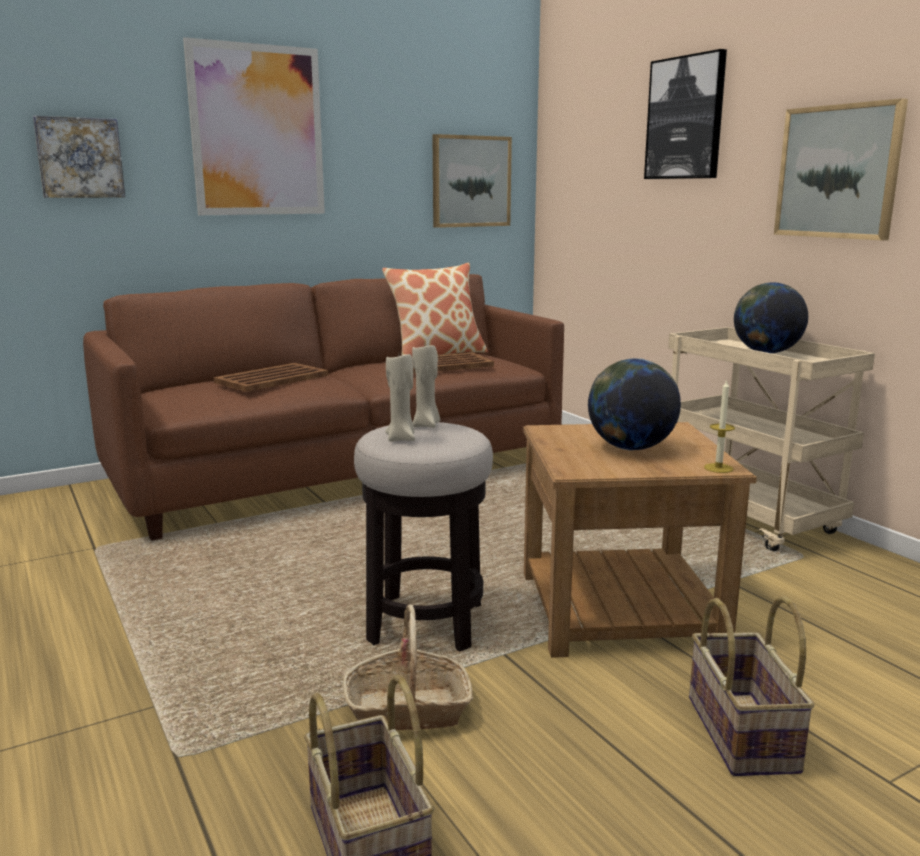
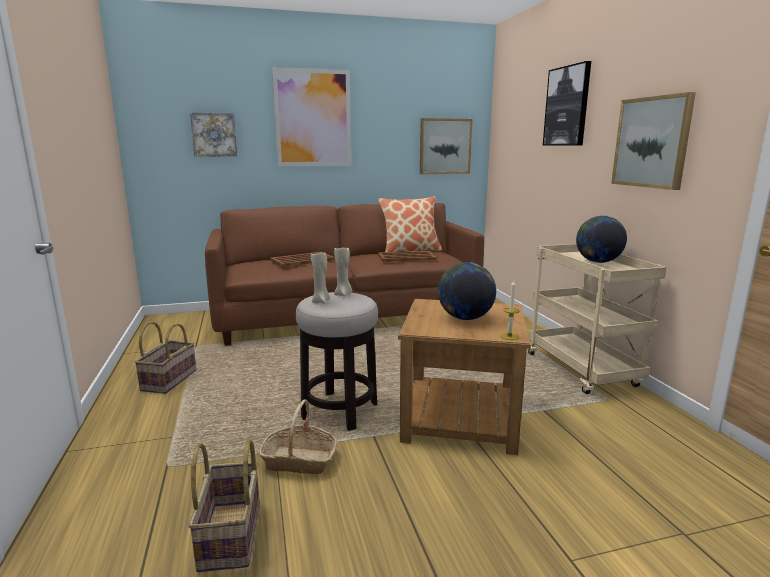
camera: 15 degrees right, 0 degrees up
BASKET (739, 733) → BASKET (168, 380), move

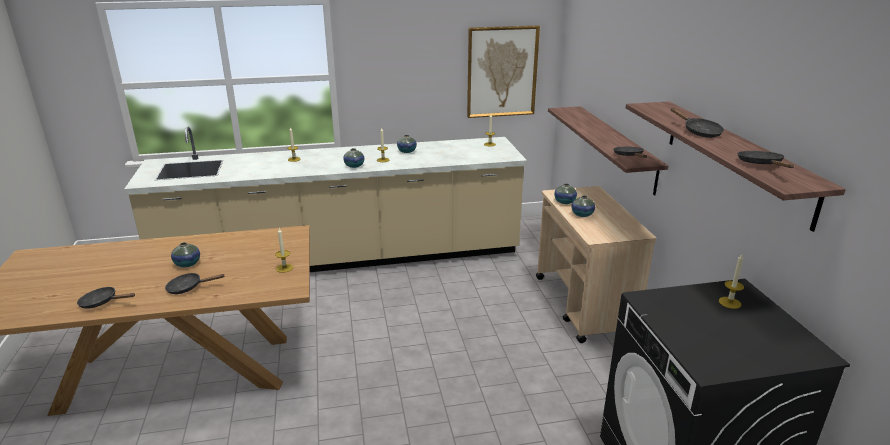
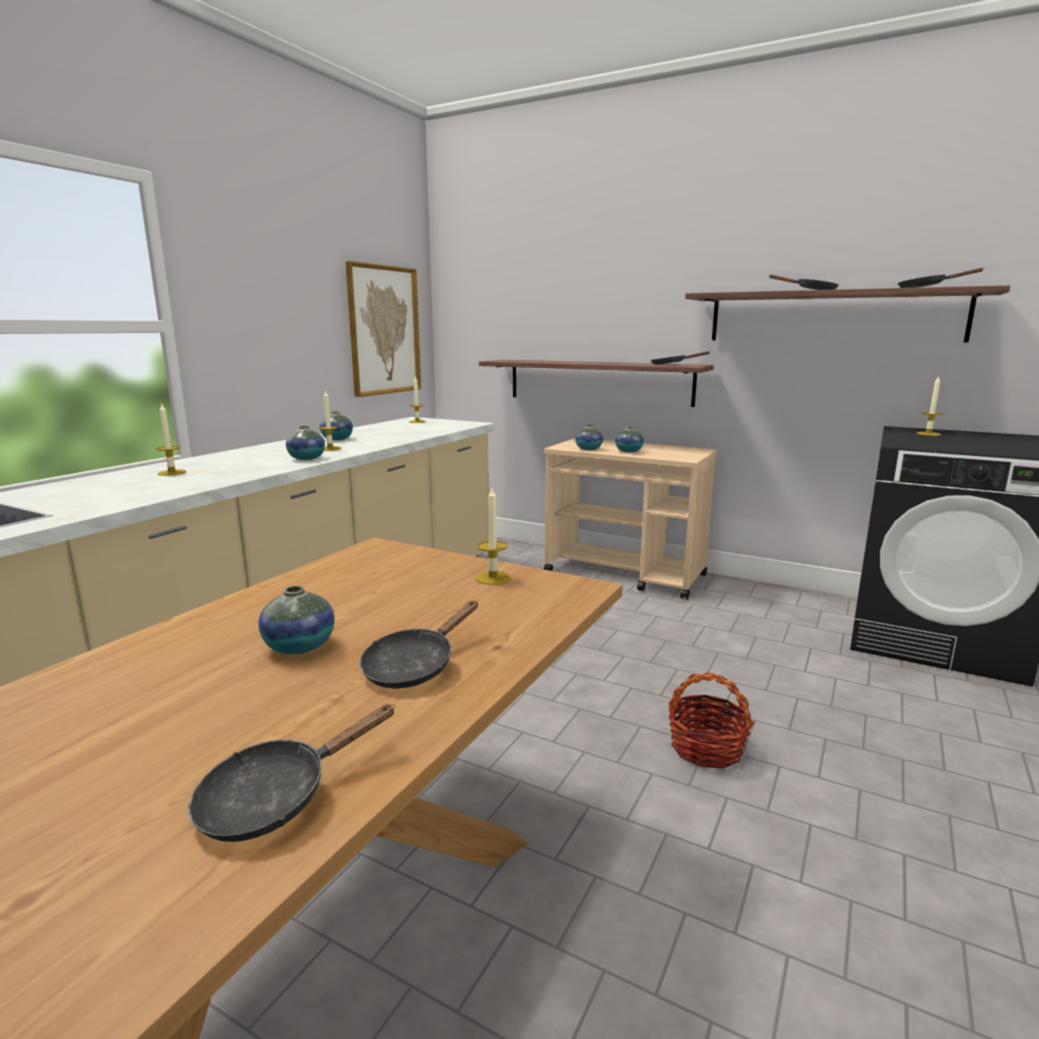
camera: 50 degrees left, 10 degrees down
- → BASKET (706, 748)

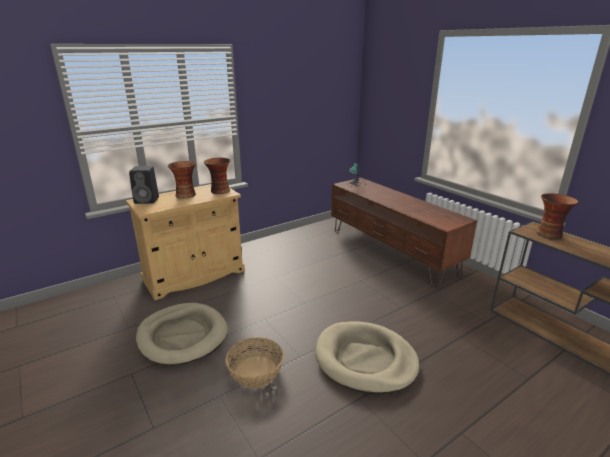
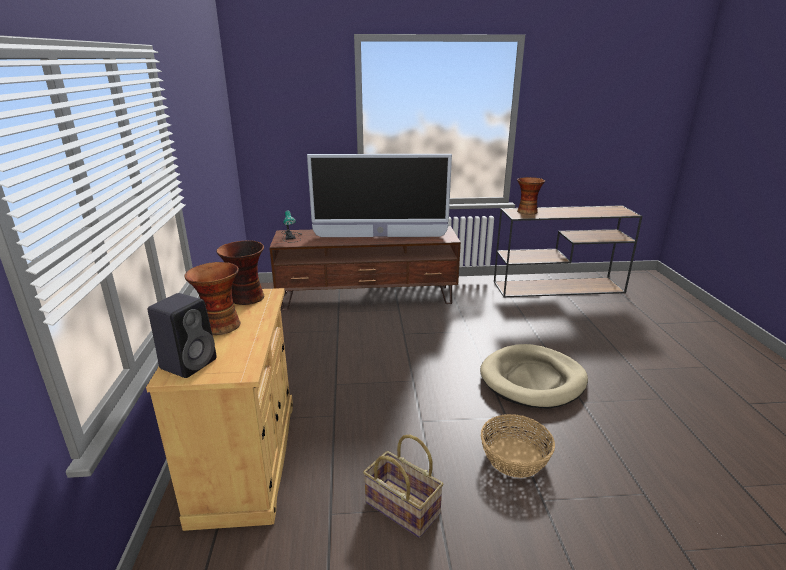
camera: 60 degrees left, 0 degrees up
- → TV SET (380, 236)
BEIGE-COLOURED DOG BED (182, 336) → BASKET (401, 508)

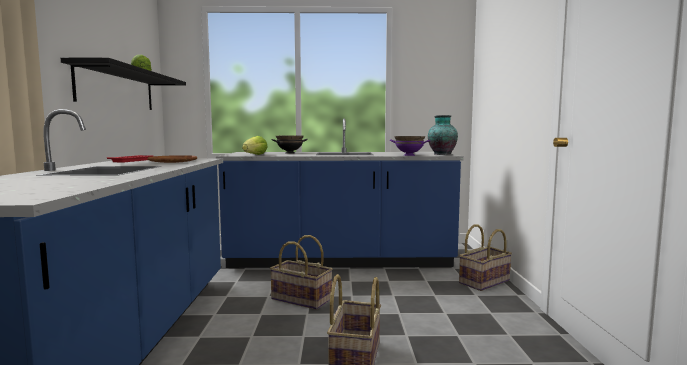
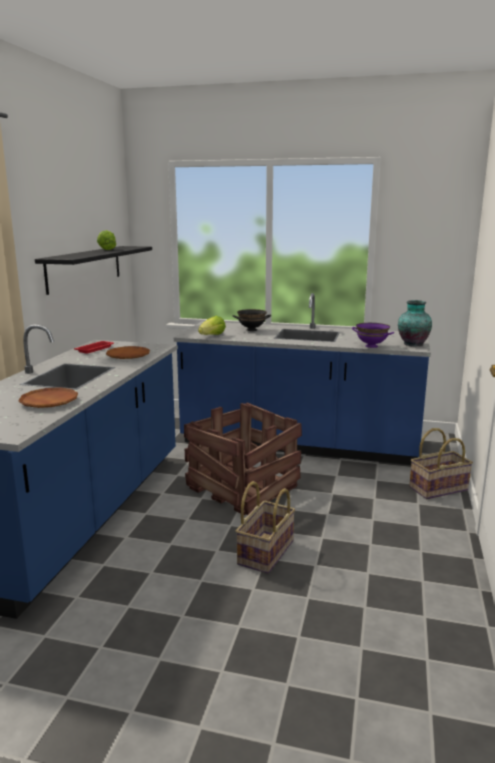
camera: 15 degrees right, 10 degrees up
- → BROWN PLATE (49, 402)
BASKET (300, 299) → PACKING CRATE (242, 487)

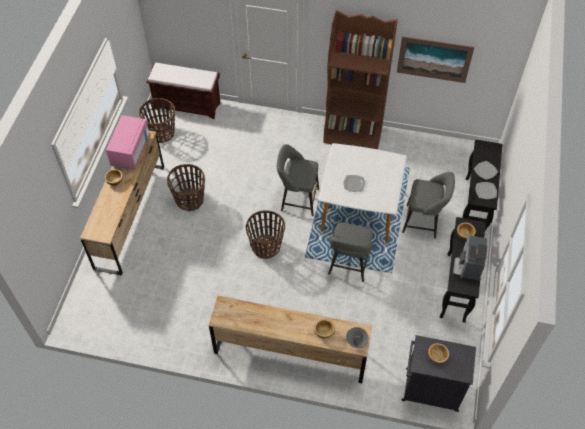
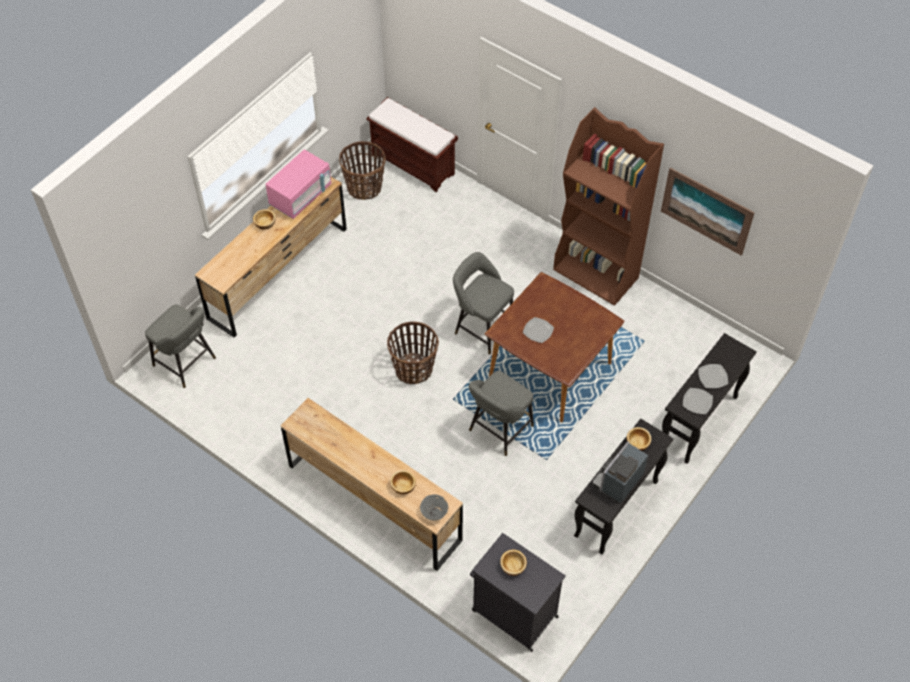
camera: 25 degrees right, 0 degrees up
BASKET (190, 200) → -
GREYISH STOOL (423, 222) → GREYISH STOOL (187, 363), move
WHITE-COLOURED DINNER TABLE (359, 210) → BROWN DINNER TABLE (549, 369)

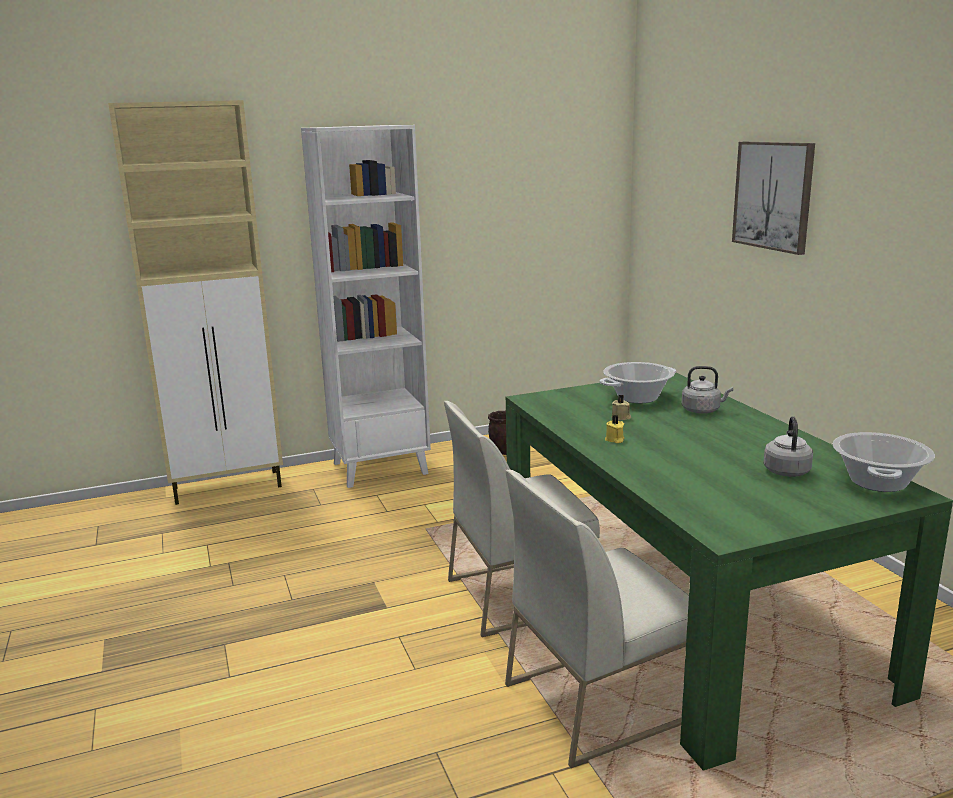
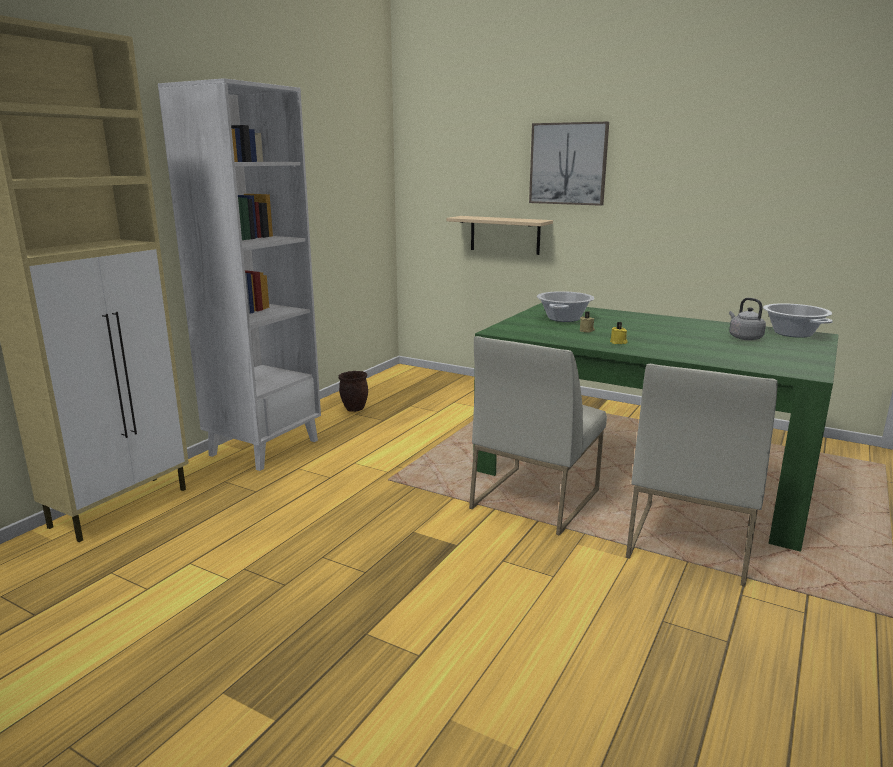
camera: 40 degrees left, 0 degrees up
GREYISH KETTLE (703, 410) → -
- → BEIGE-COLOURED SHELF (505, 235)

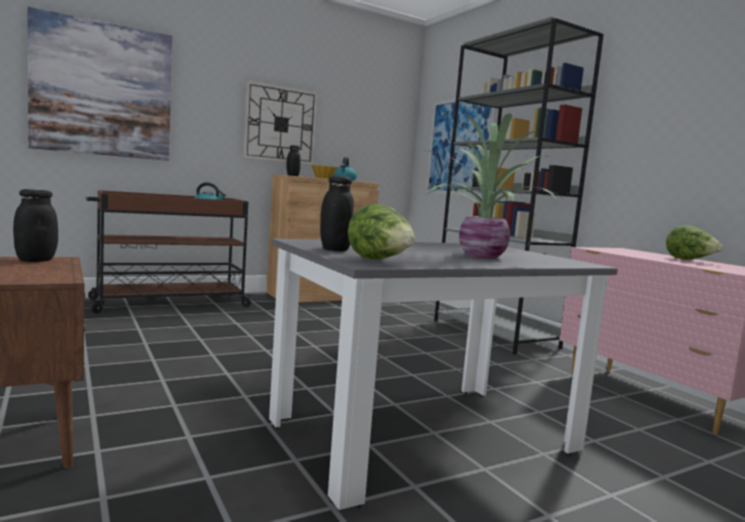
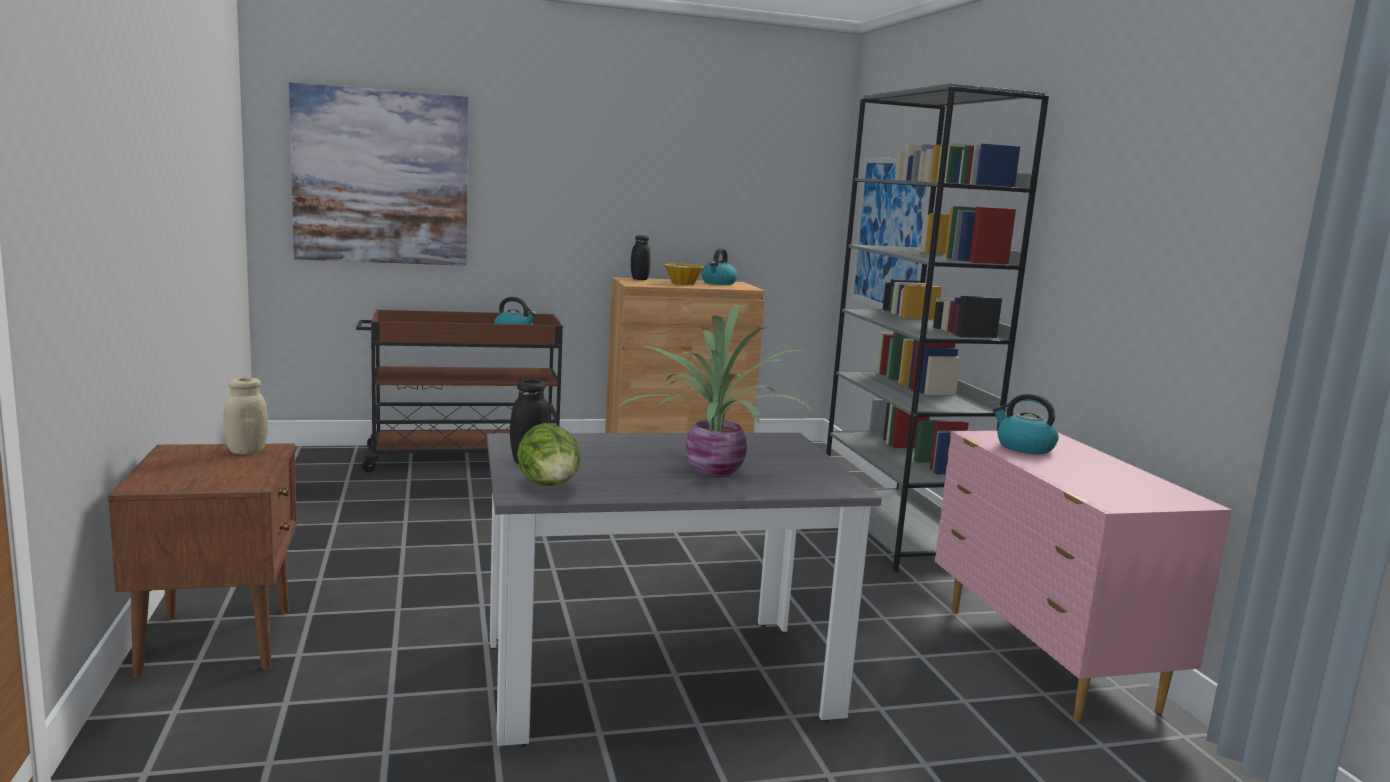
camera: 15 degrees right, 5 degrees up
HANGING CLOCK (280, 124) → -
HEAD OF LETTUCE (689, 260) → -
- → KETTLE (1024, 447)
BLACK-COLOURED PRESERVE JAR (36, 260) → BEIGE-COLOURED PRESERVE JAR (247, 451)

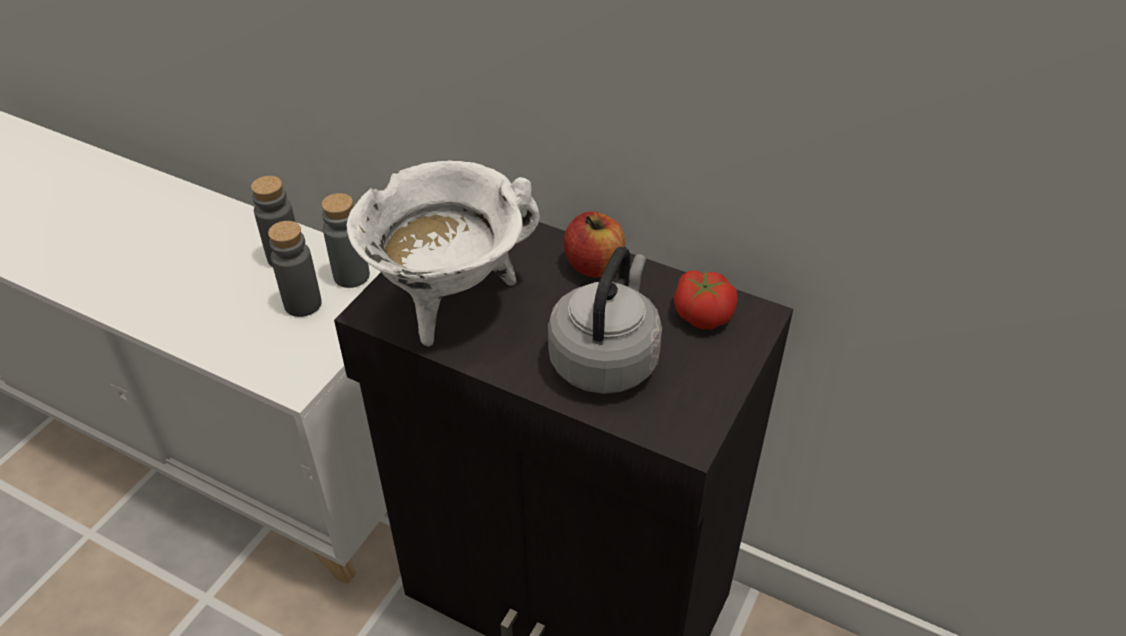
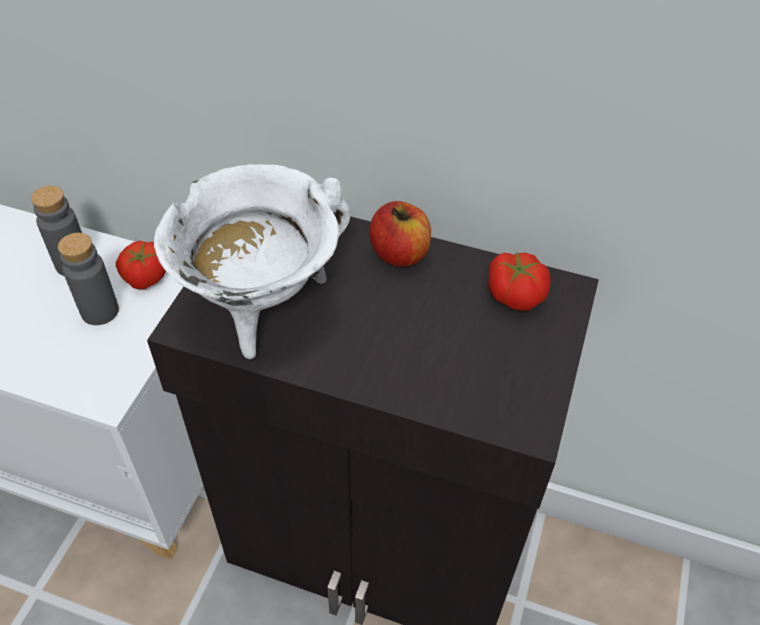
camera: 10 degrees left, 5 degrees up
GREYISH KETTLE (606, 358) → -
GREYISH BOTTLE (351, 276) → FRESH TOMATO (144, 276)

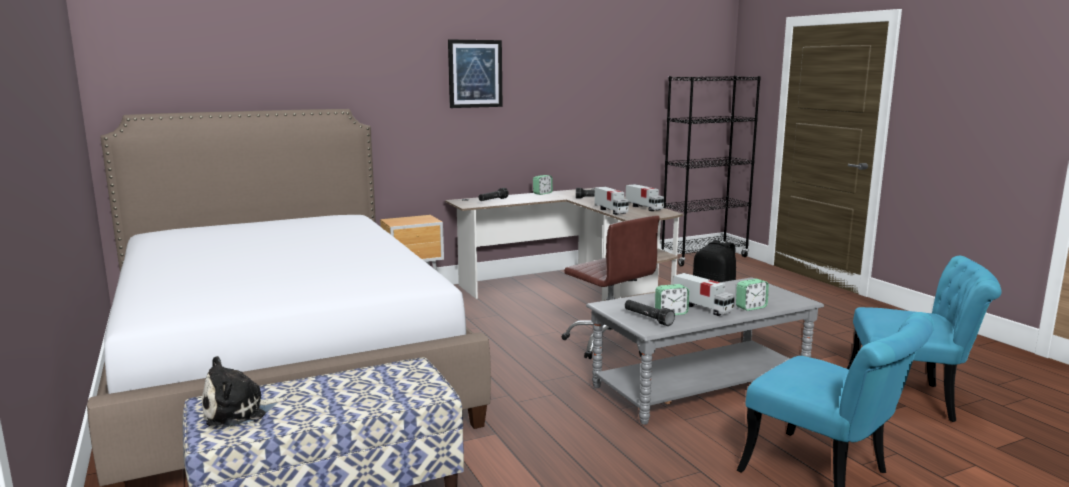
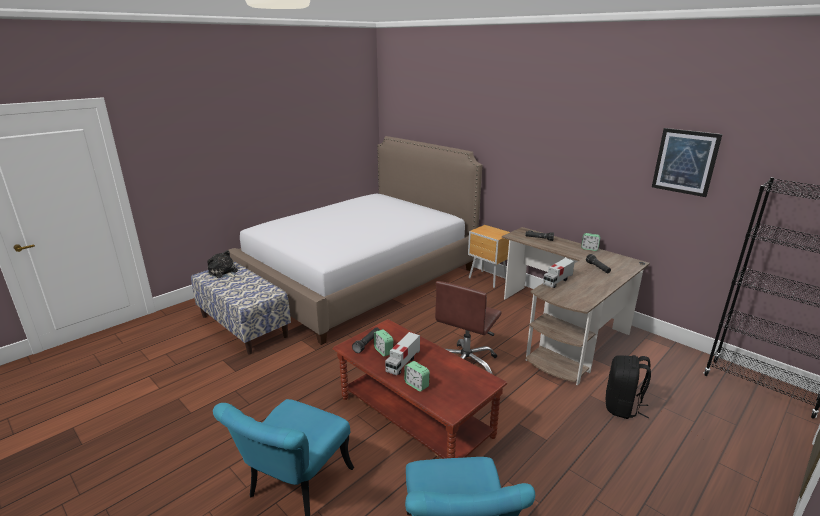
camera: 70 degrees right, 10 degrees up
MODEL TRUCK (644, 207) → -
PICTURE (475, 73) → PICTURE (685, 161), move
GREYISH LOUNGE TABLE (701, 385) → BROWN LOUNGE TABLE (415, 417)

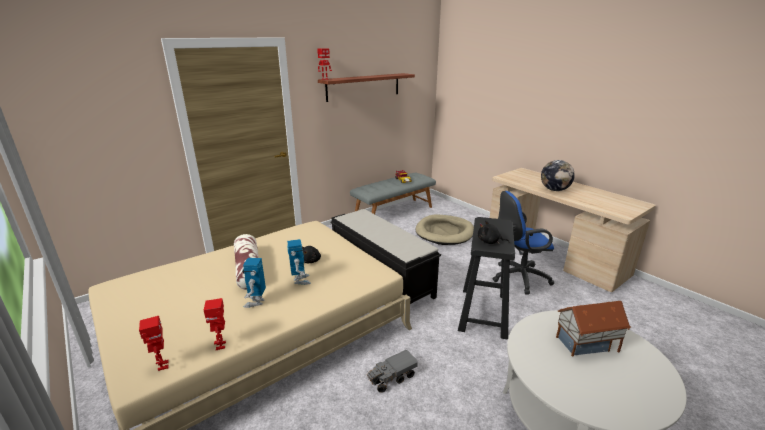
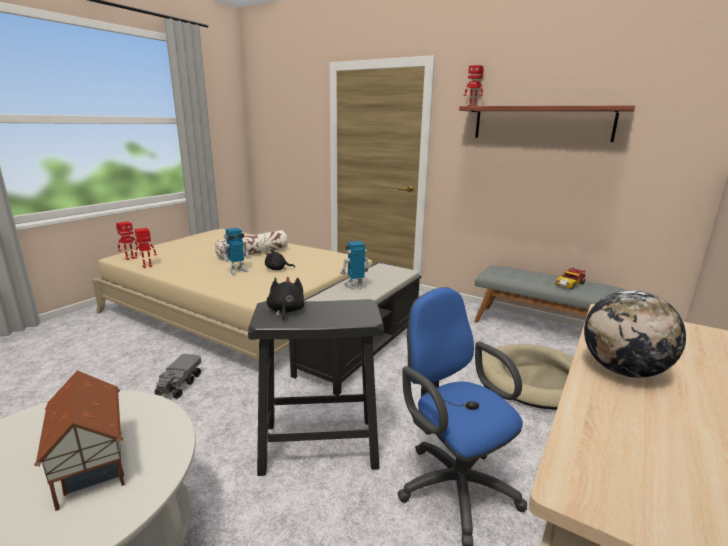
camera: 70 degrees right, 5 degrees down
TOY ROBOT (256, 302) → TOY ROBOT (355, 286), move
MODEL TRUCK (391, 378) → MODEL TRUCK (179, 385), 120 degrees counterclockwise

